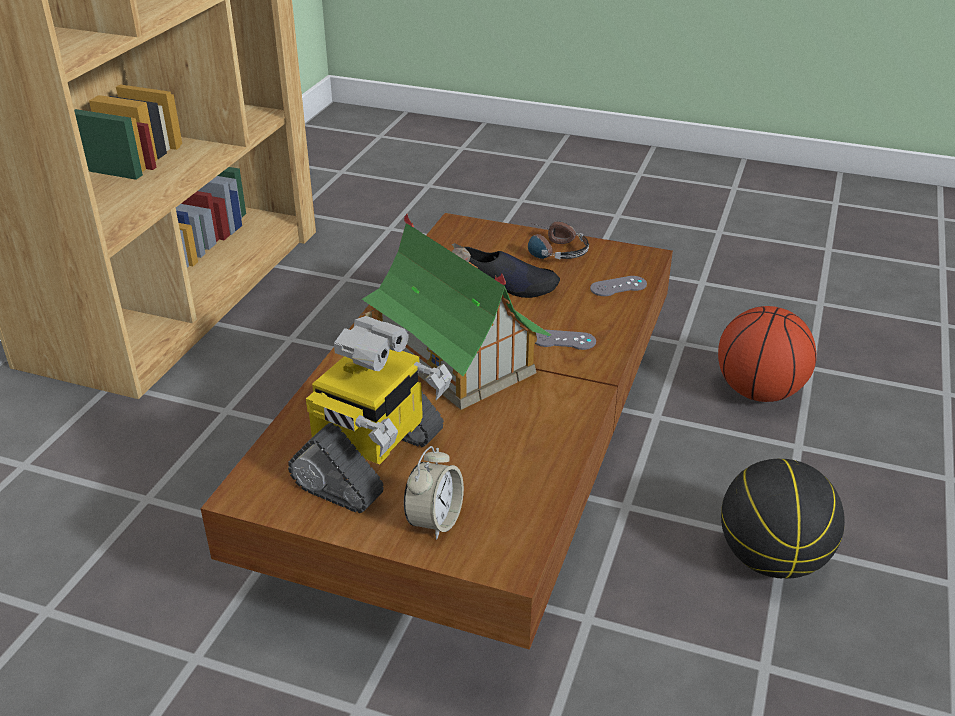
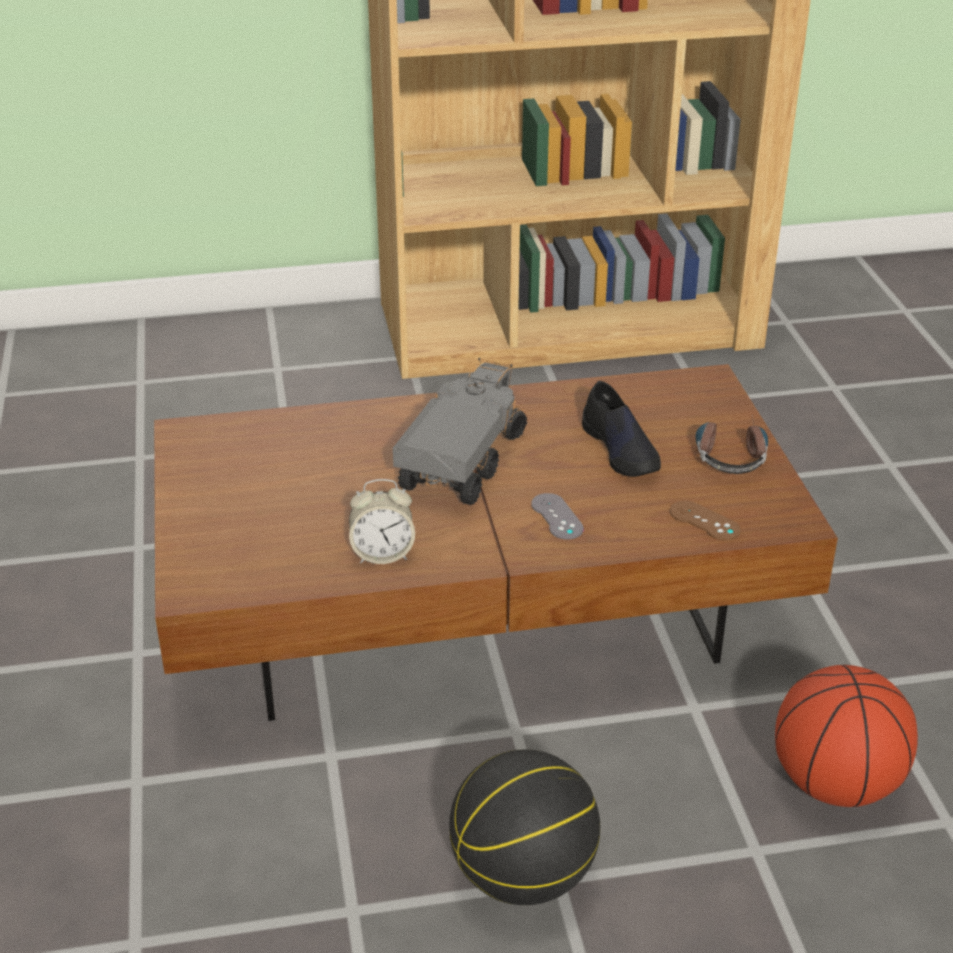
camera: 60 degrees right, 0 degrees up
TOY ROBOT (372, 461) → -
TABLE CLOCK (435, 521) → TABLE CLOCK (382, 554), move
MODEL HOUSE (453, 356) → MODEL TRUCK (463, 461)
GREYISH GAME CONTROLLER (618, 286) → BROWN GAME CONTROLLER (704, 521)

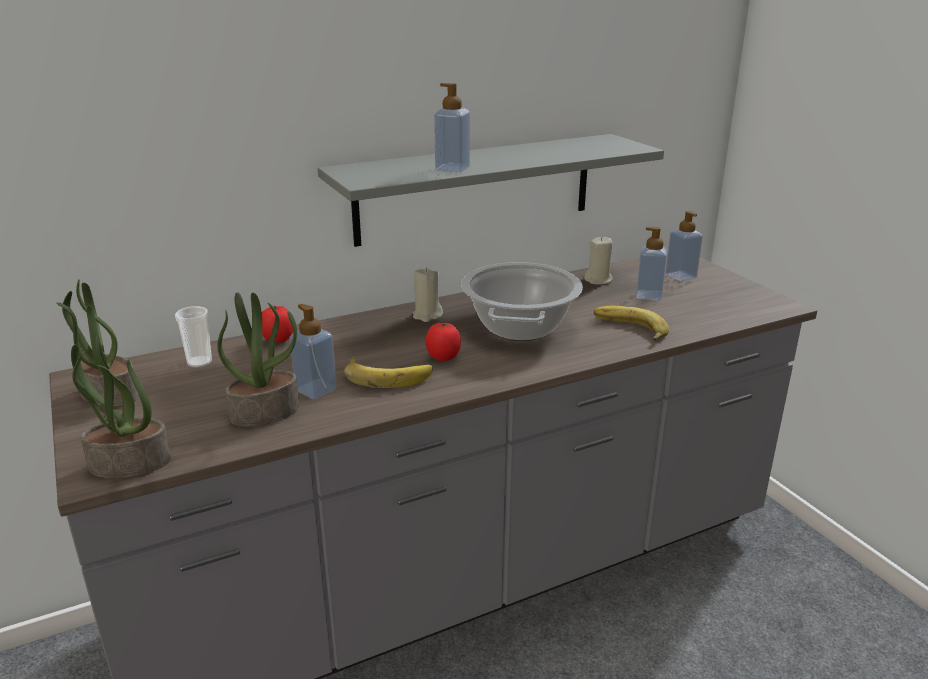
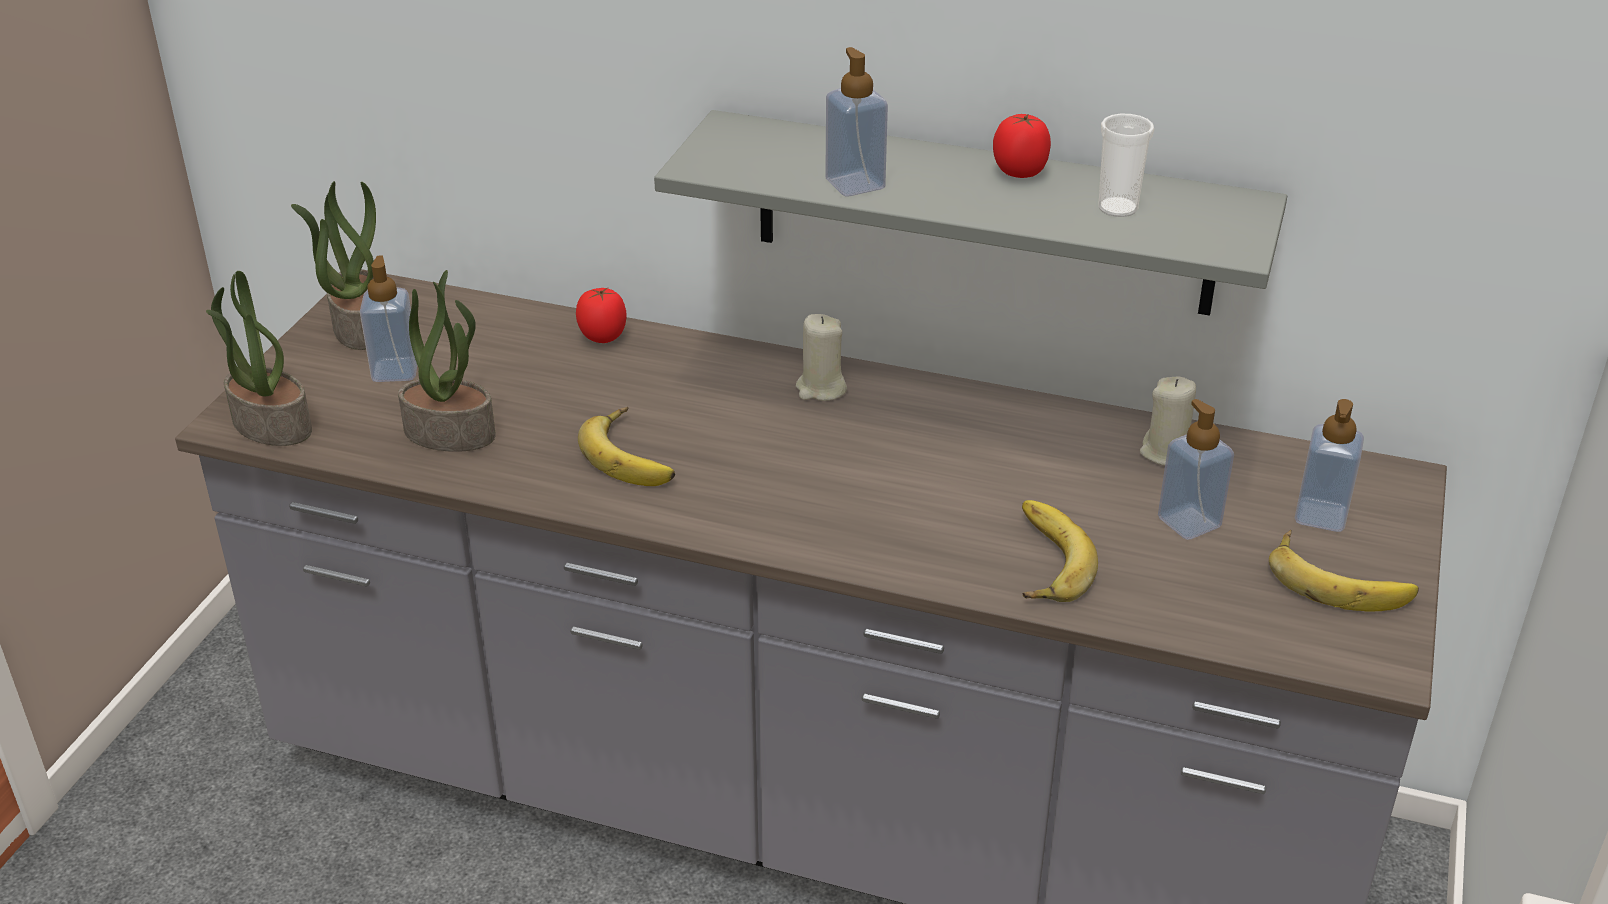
camera: 45 degrees right, 10 degrees up
COOKING POT (519, 327) → -
- → WHOLE BANANA (1340, 579)
SMALL CUP (199, 362) → SMALL CUP (1117, 208), move
SOAP BOTTLE (316, 390) → SOAP BOTTLE (395, 371), move
FRESH TOMATO (443, 357) → FRESH TOMATO (1020, 172), move

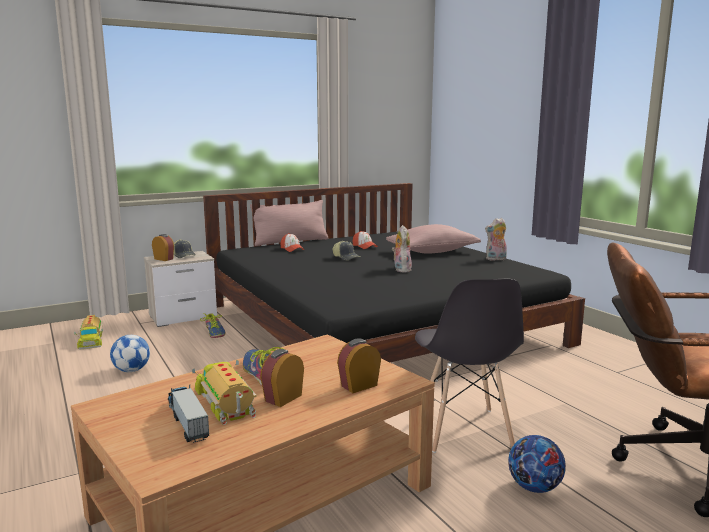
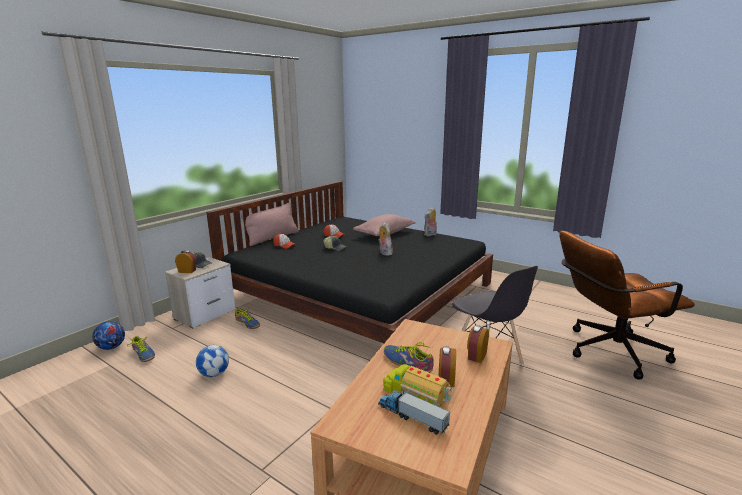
camera: 25 degrees left, 5 degrees up
FOOTBALL BALL (534, 487) → FOOTBALL BALL (111, 347), move
MODEL TRUCK (90, 340) → LOW SHOE (143, 354)

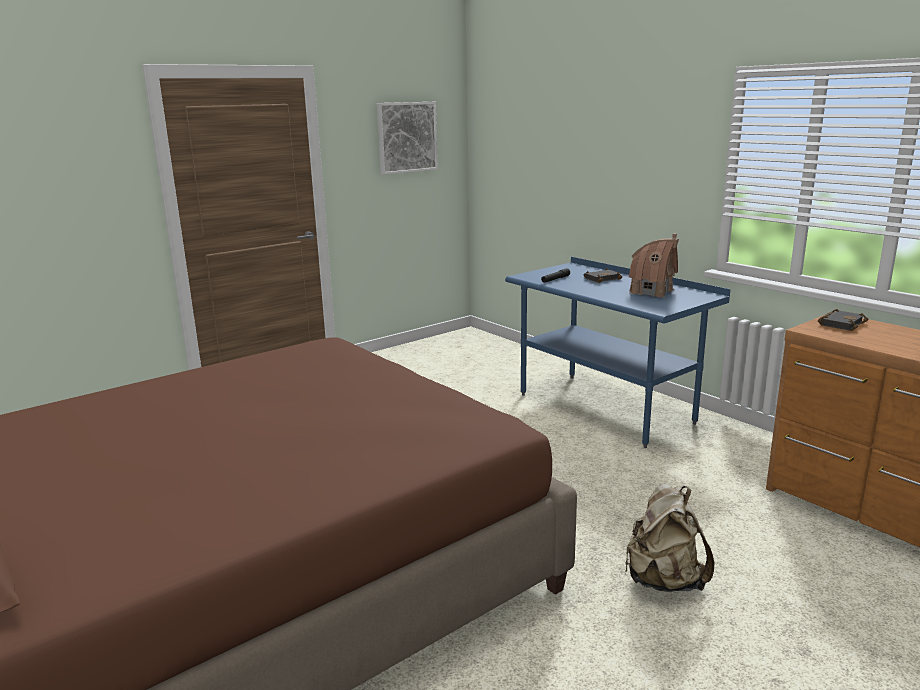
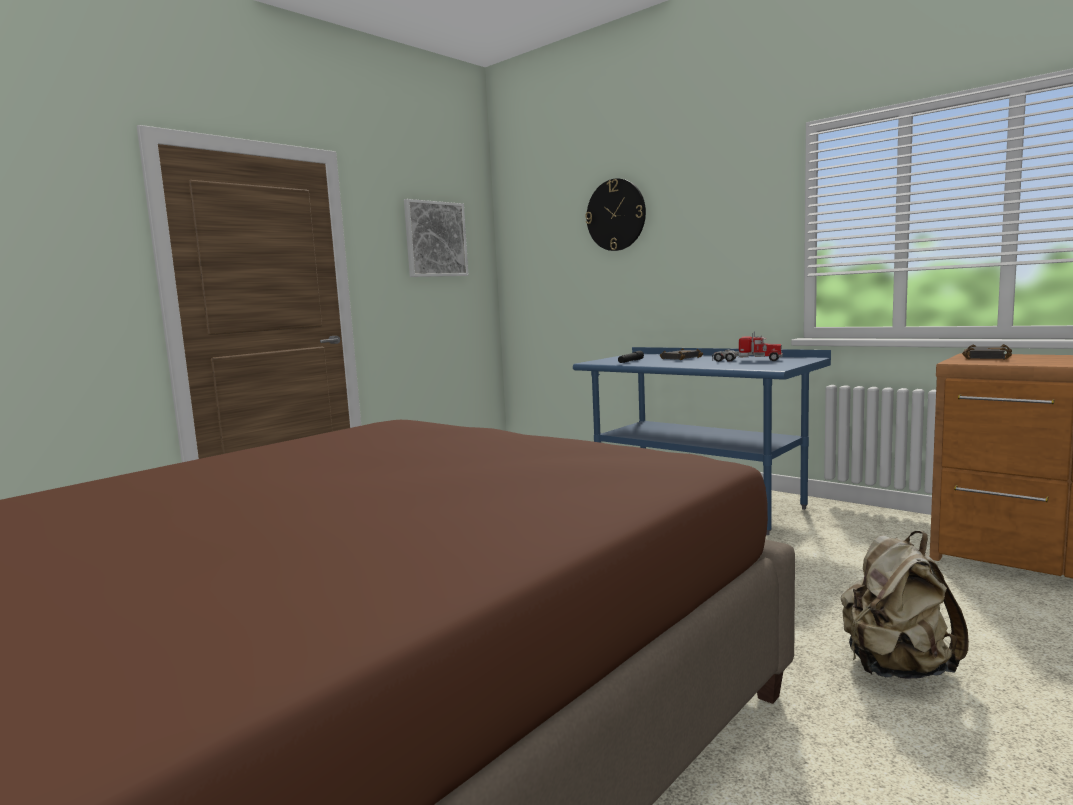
camera: 10 degrees left, 10 degrees down
- → HANGING CLOCK (616, 215)
MODEL HOUSE (652, 292) → MODEL TRUCK (746, 360)

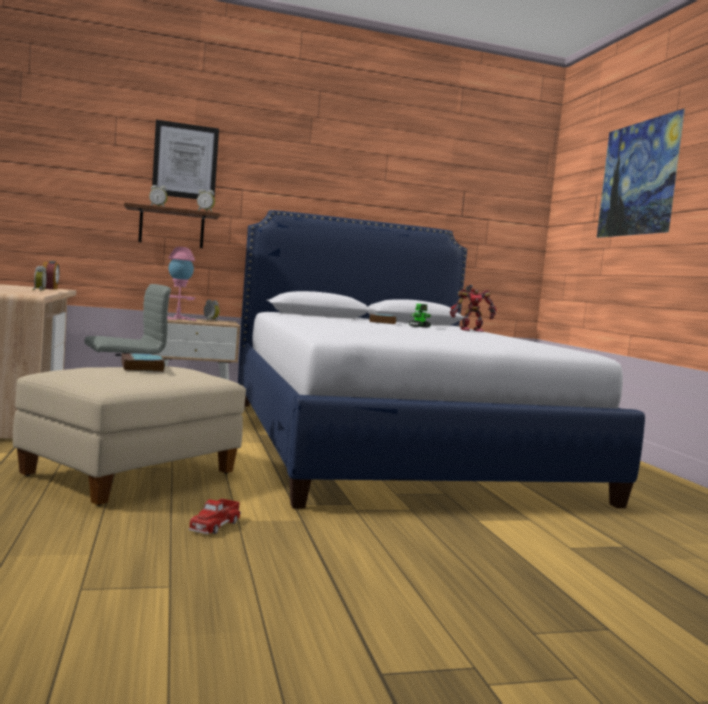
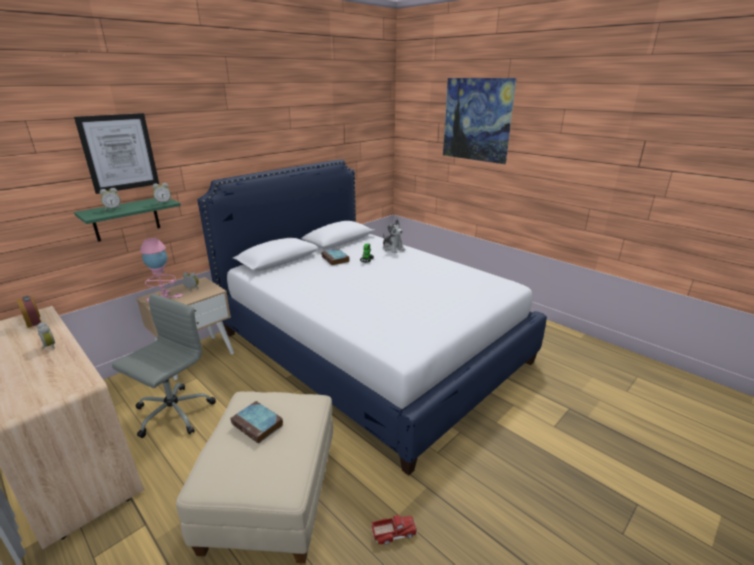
camera: 30 degrees left, 20 degrees up
TOY ROBOT (470, 330) → SOFT TOY (393, 248)
BROWN SHELF (171, 228) → GREEN-COLOURED SHELF (126, 219)
MODEL TRUCK (214, 525) → MODEL TRUCK (394, 532), 90 degrees counterclockwise

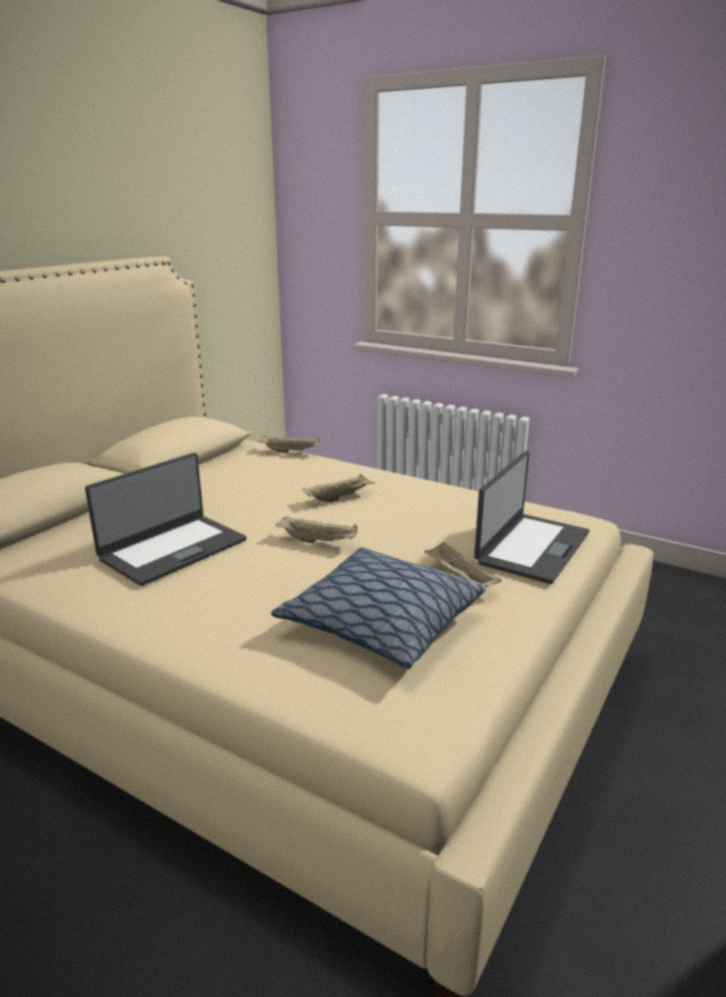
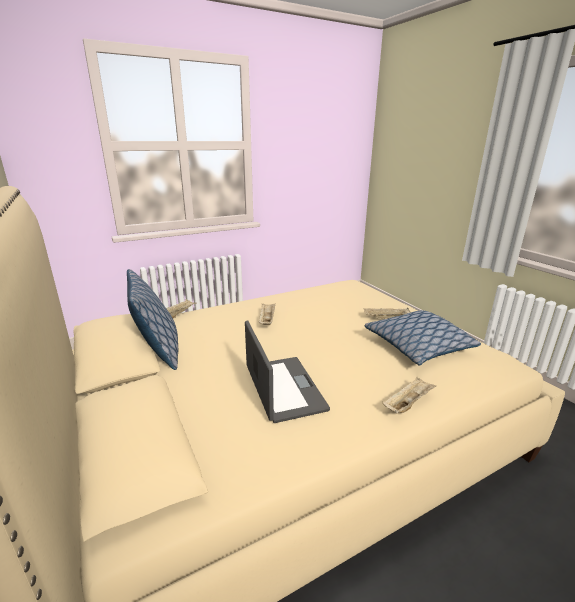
camera: 60 degrees left, 0 degrees up
PORTABLE COMPUTER (531, 547) → -
- → THROW PILLOW (158, 352)
BEIGE-COLOURED TRAY (319, 541) → BEIGE-COLOURED TRAY (408, 403), move

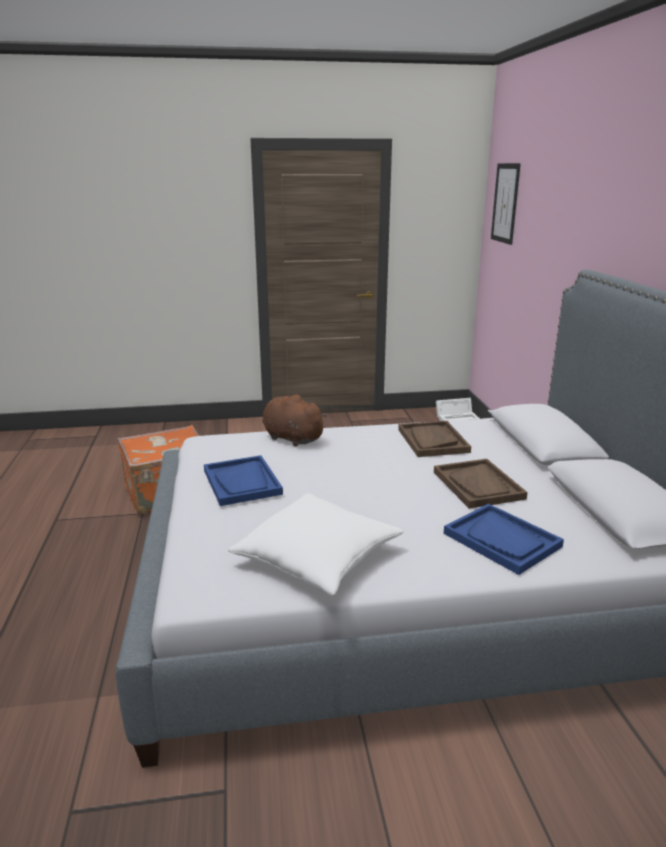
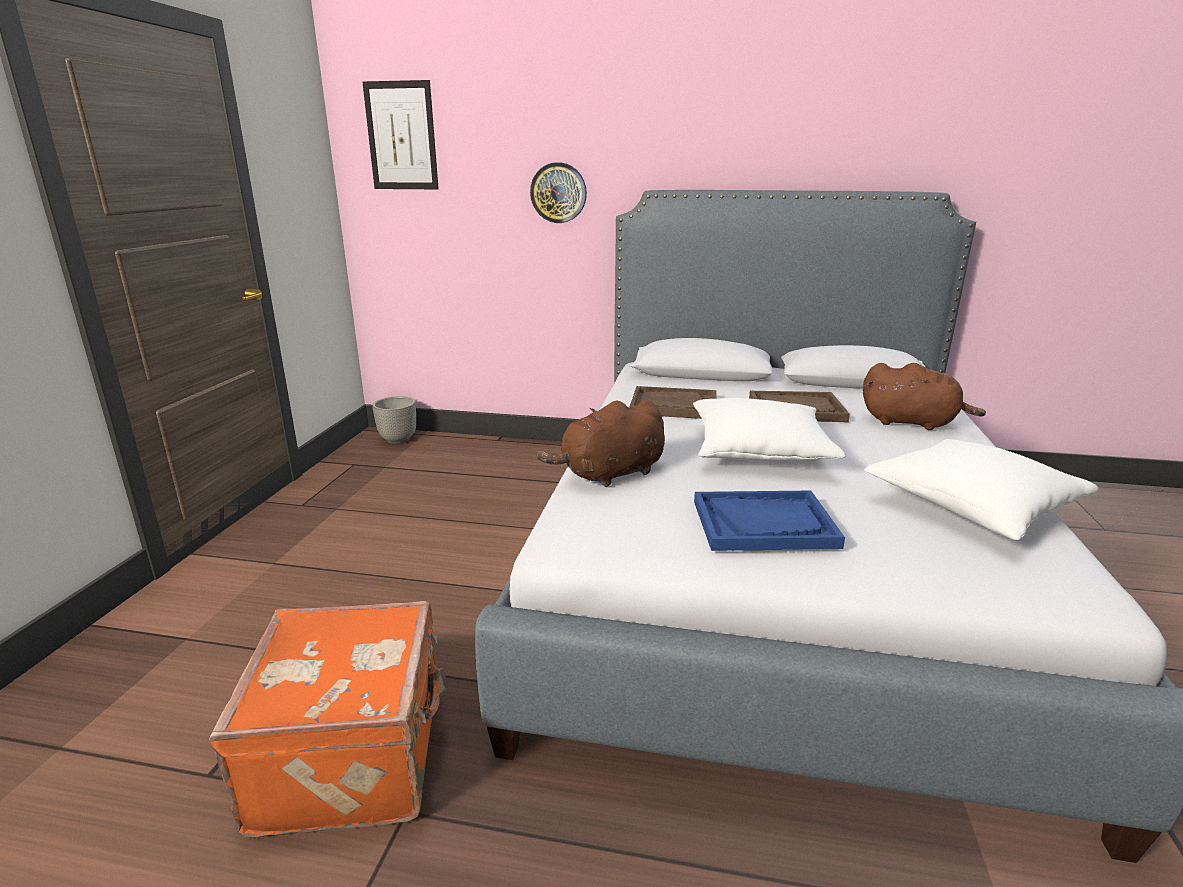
camera: 70 degrees left, 0 degrees up
- → HANGING CLOCK (558, 193)
- → WHITE-COLOURED THROW PILLOW (759, 451)
WHITE-COLOURED STORAGE BIN (457, 418) → PLANT POT (398, 440)
BLUE TRAY (502, 540) → BROWN SOFT TOY (912, 423)

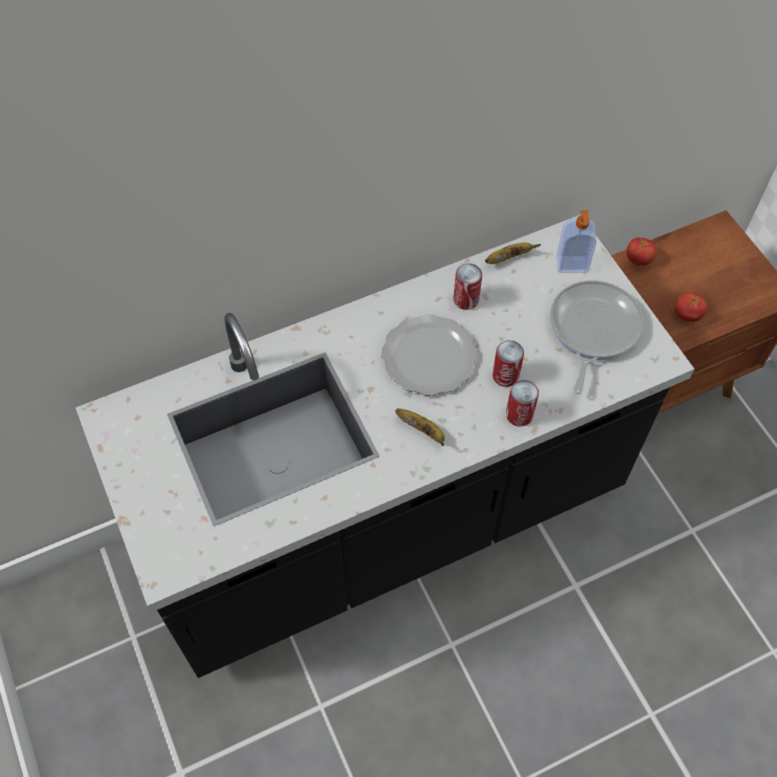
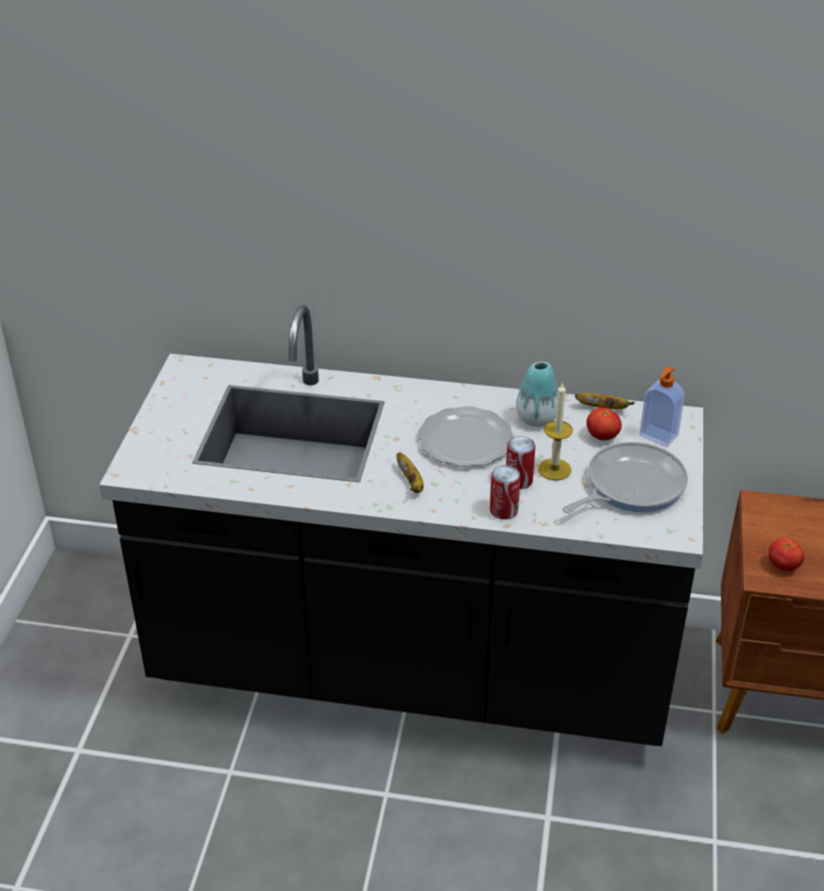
camera: 35 degrees right, 20 degrees down
- → WAX CANDLE (554, 469)
FRESH TOMATO (638, 260) → FRESH TOMATO (602, 437), move
CAN (466, 299) → DECORATIVE VASE (536, 419)

